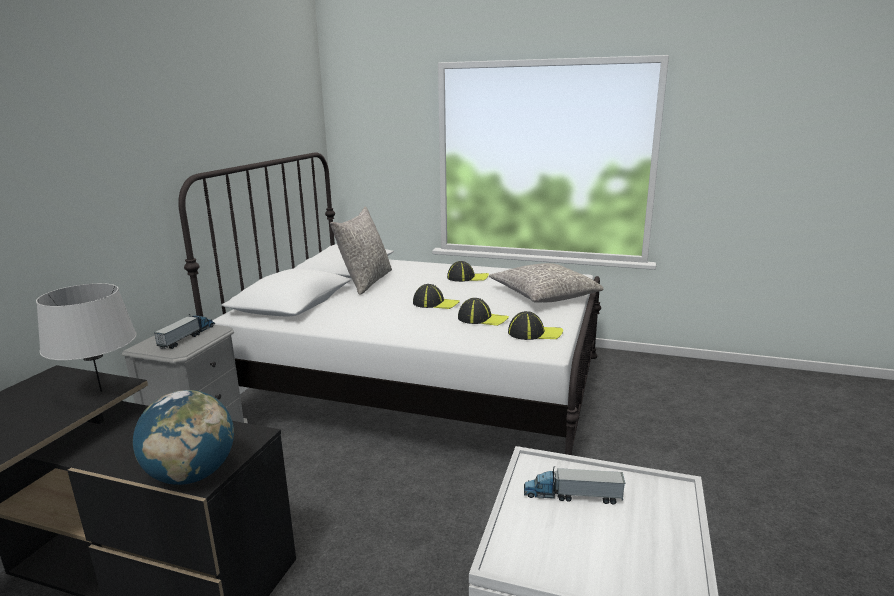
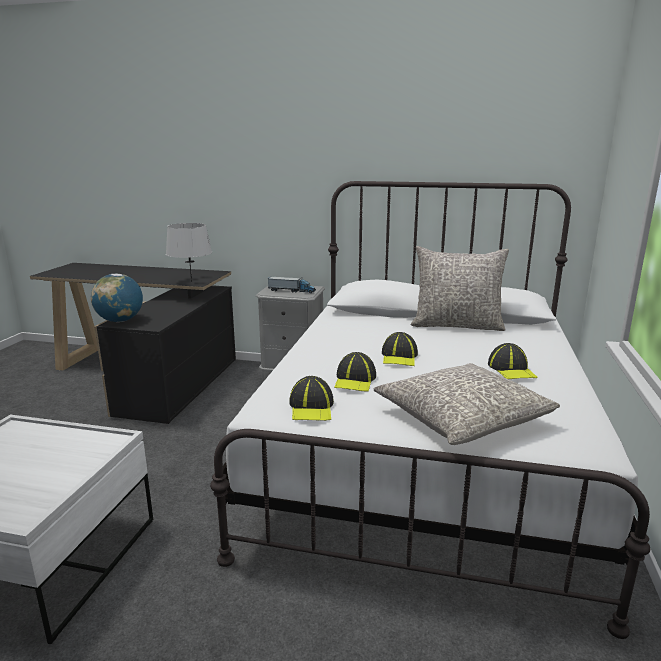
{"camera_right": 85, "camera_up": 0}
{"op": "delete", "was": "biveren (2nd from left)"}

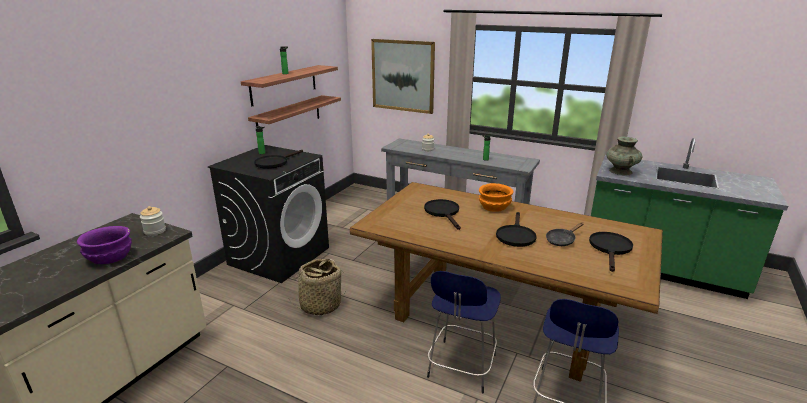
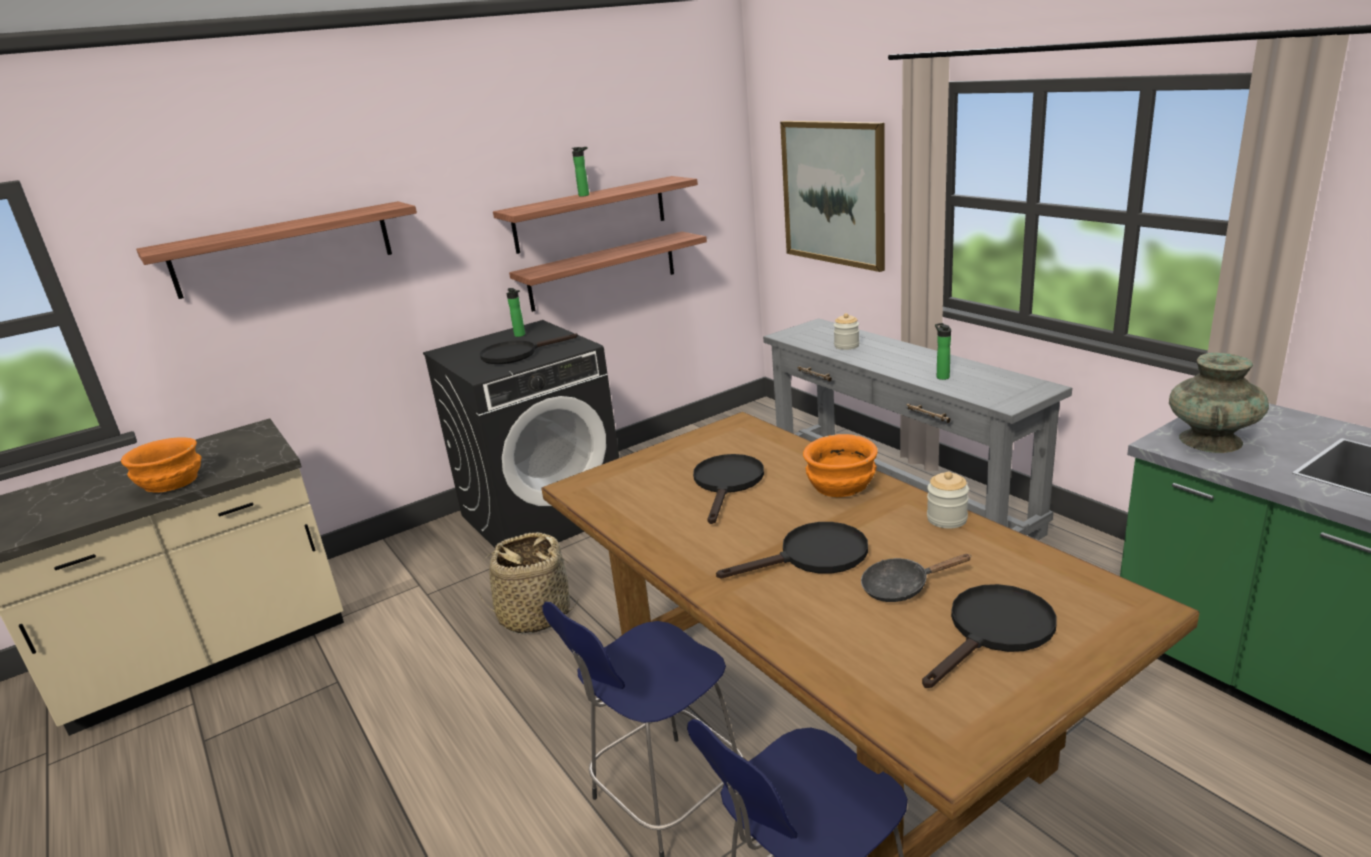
{"camera_right": 30, "camera_up": 0}
{"op": "insert", "now": "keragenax (1st from left)"}
{"op": "move", "was": "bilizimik (1st from left in the first image)", "now": "bilizimik (2nd from left)"}
{"op": "recolor", "was": "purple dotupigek", "now": "orange dotupigek (1st from left)"}
{"op": "rotate", "was": "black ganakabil (3rd from left)", "clockwise": -150}

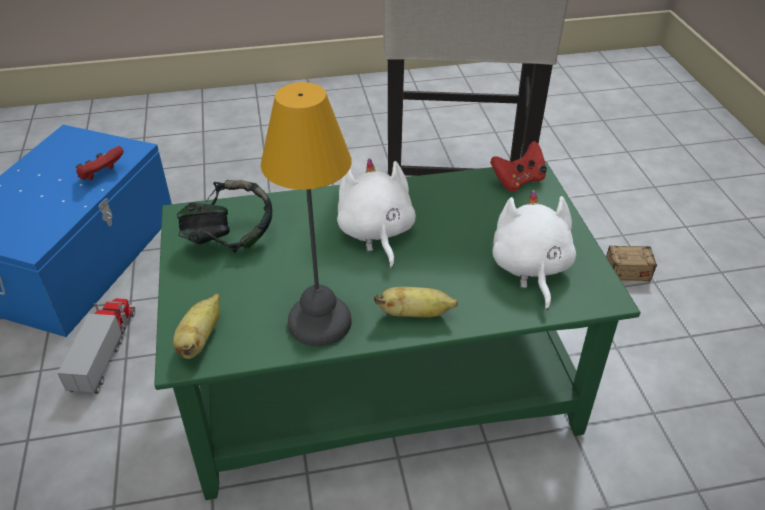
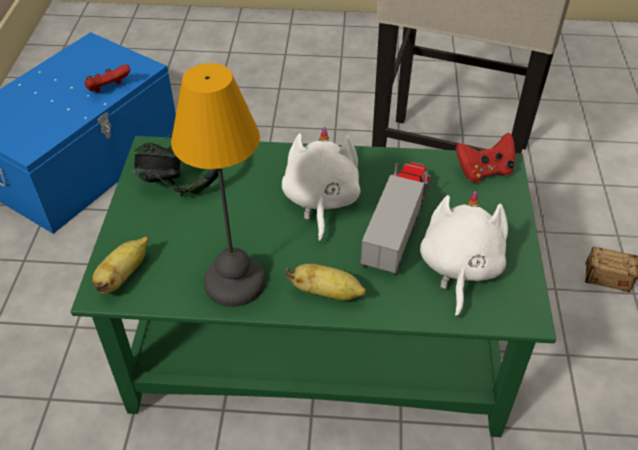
{"camera_right": 15, "camera_up": 5}
{"op": "move", "was": "biveren"}

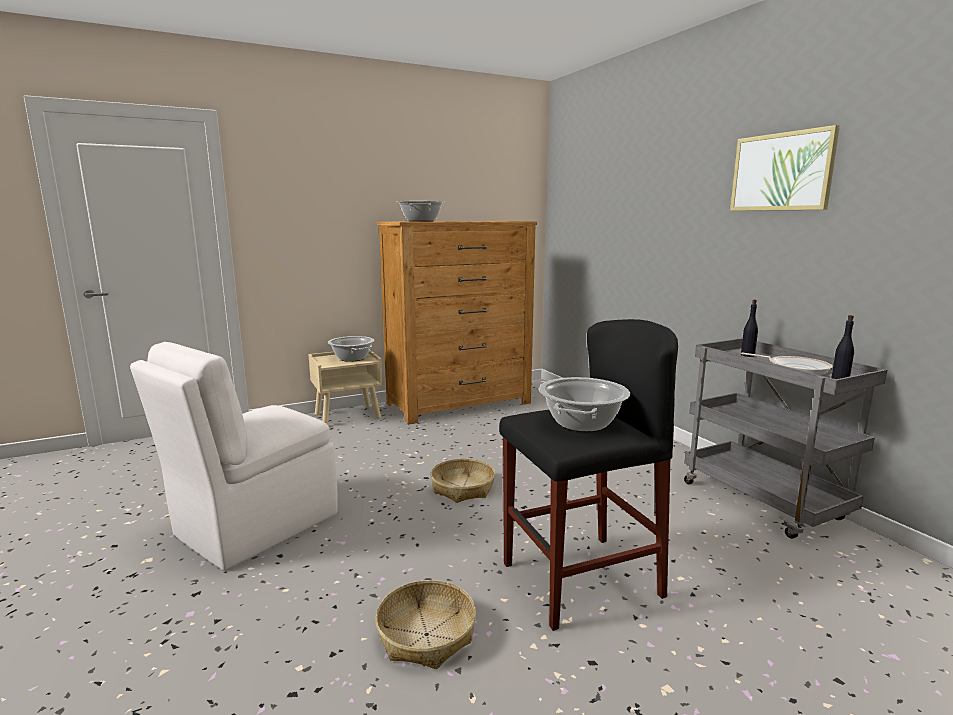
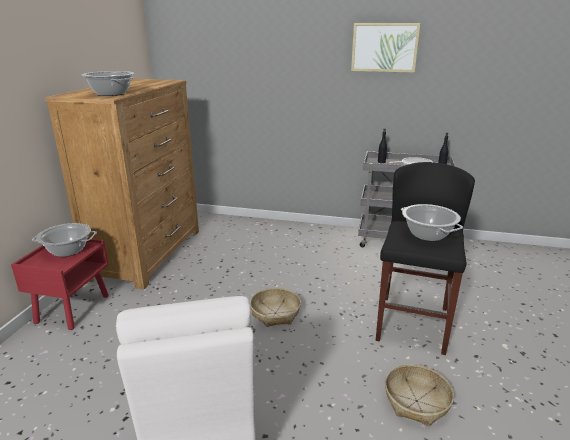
{"camera_right": -50, "camera_up": 10}
{"op": "recolor", "was": "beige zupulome", "now": "red zupulome"}

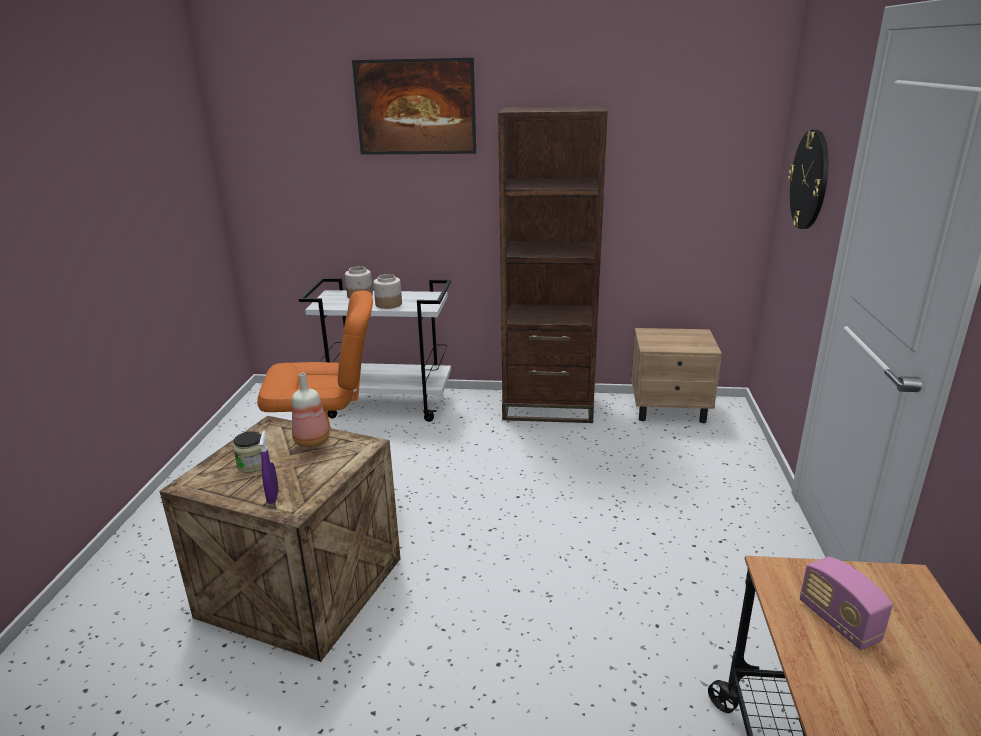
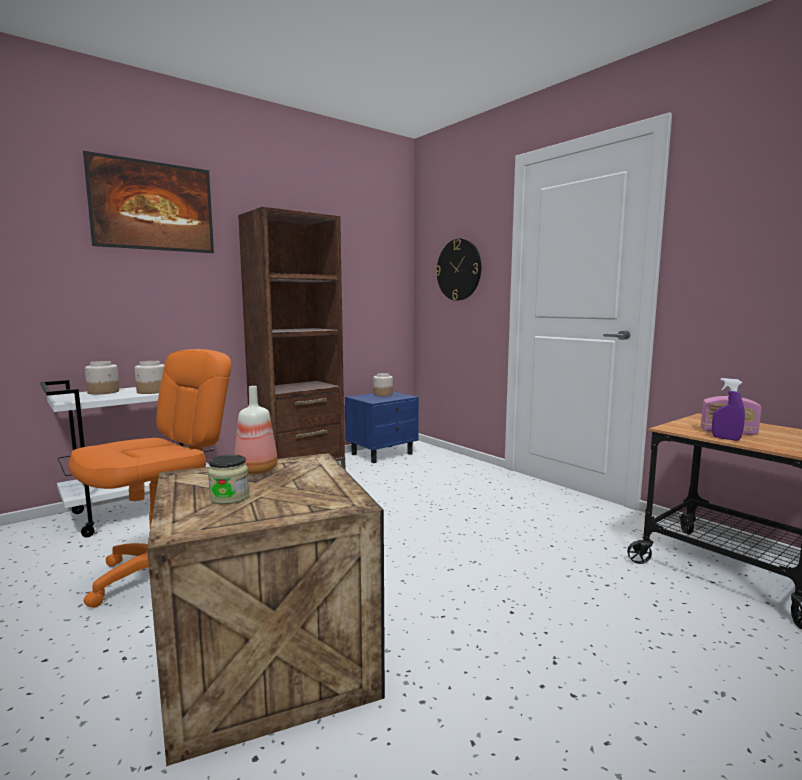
{"camera_right": -45, "camera_up": -15}
{"op": "insert", "now": "bilizimik (4th from left)"}
{"op": "move", "was": "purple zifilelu"}
{"op": "recolor", "was": "beige zupulome", "now": "blue zupulome"}

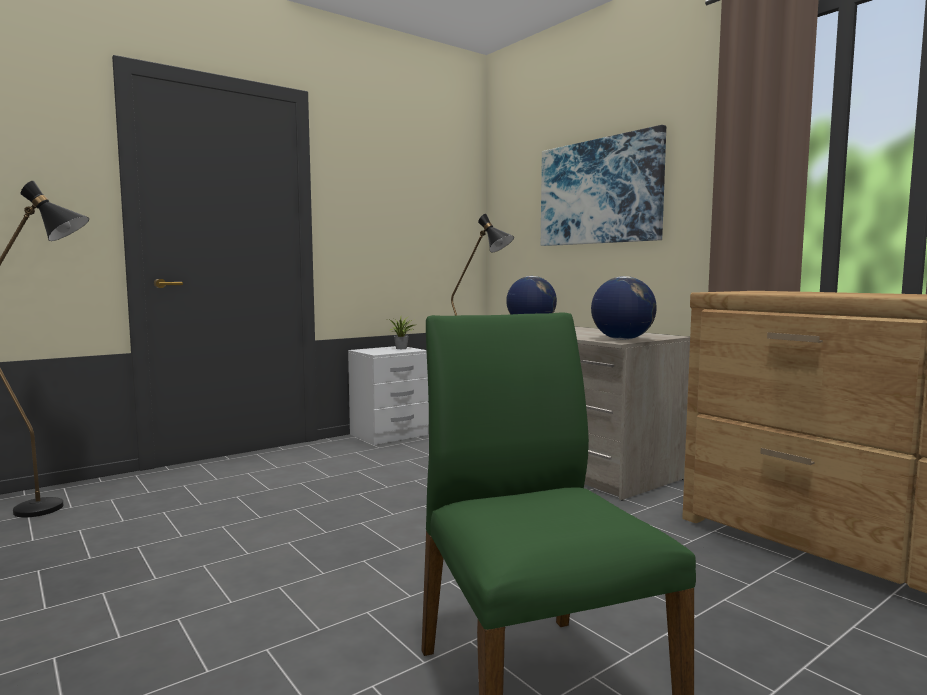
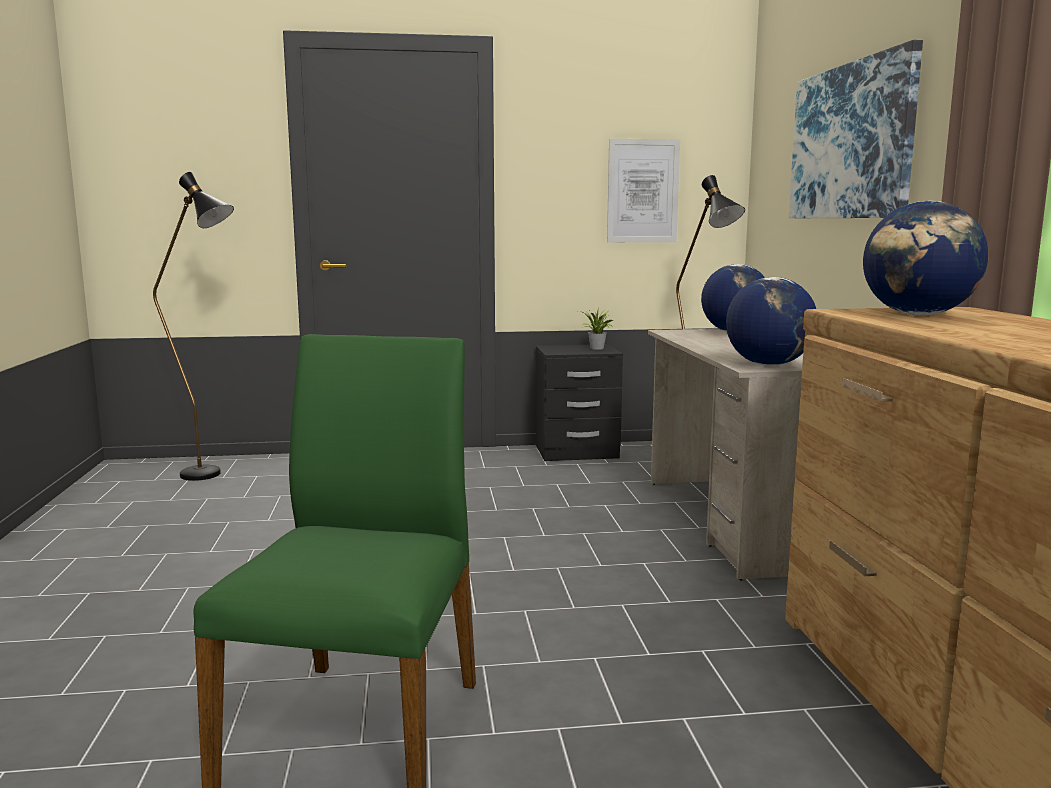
{"camera_right": 30, "camera_up": 5}
{"op": "insert", "now": "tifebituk (1st from left)"}
{"op": "insert", "now": "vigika (3rd from left)"}
{"op": "recolor", "was": "white zupulome", "now": "black zupulome"}

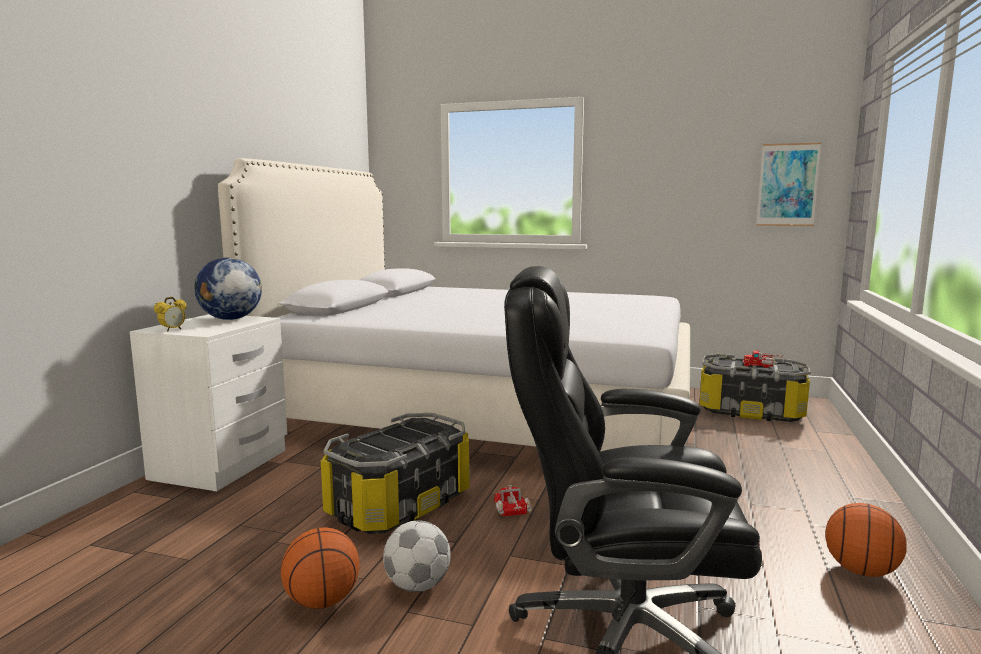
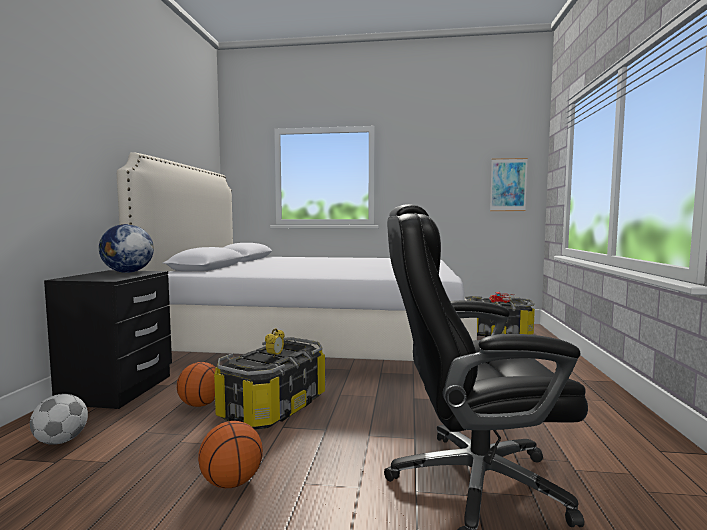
{"camera_right": -10, "camera_up": -5}
{"op": "delete", "was": "biveren (1st from left)"}
{"op": "move", "was": "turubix"}
{"op": "move", "was": "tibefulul"}
{"op": "move", "was": "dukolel (2nd from left in the first image)", "now": "dukolel (1st from left)"}
{"op": "recolor", "was": "white zupulome", "now": "black zupulome"}

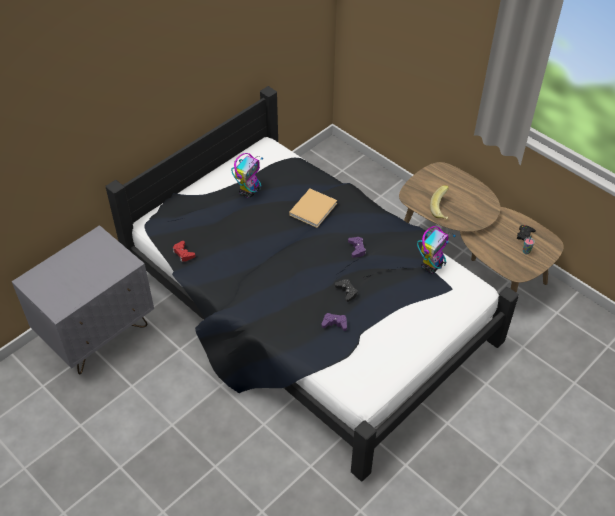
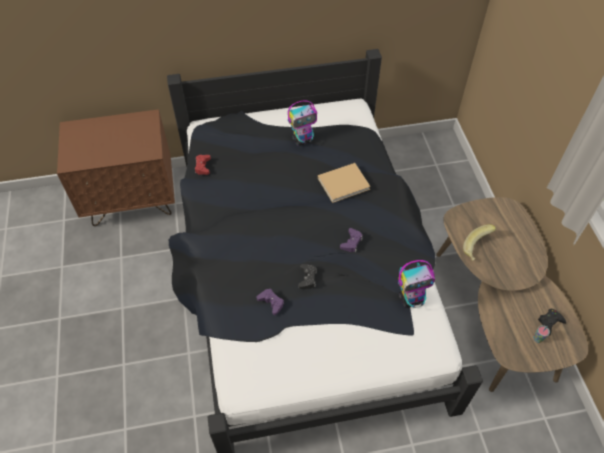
{"camera_right": 35, "camera_up": 5}
{"op": "recolor", "was": "grey zupulome", "now": "brown zupulome"}

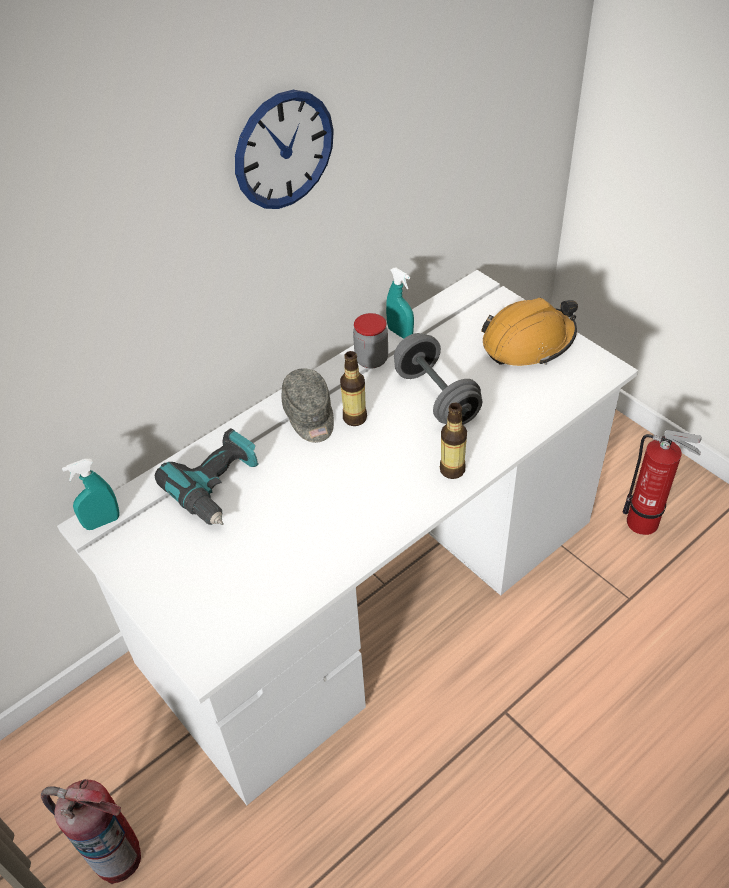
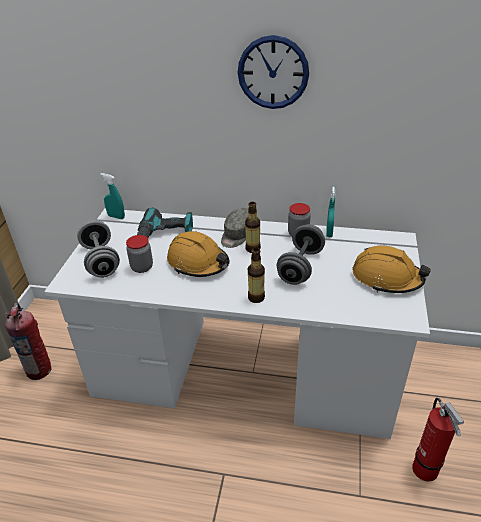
{"camera_right": 50, "camera_up": -10}
{"op": "insert", "now": "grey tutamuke (1st from left)"}
{"op": "insert", "now": "bilizimik (1st from left)"}
{"op": "insert", "now": "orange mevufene (1st from left)"}

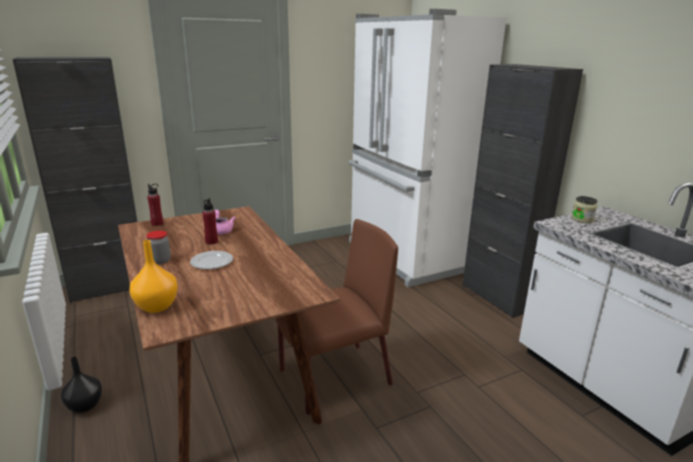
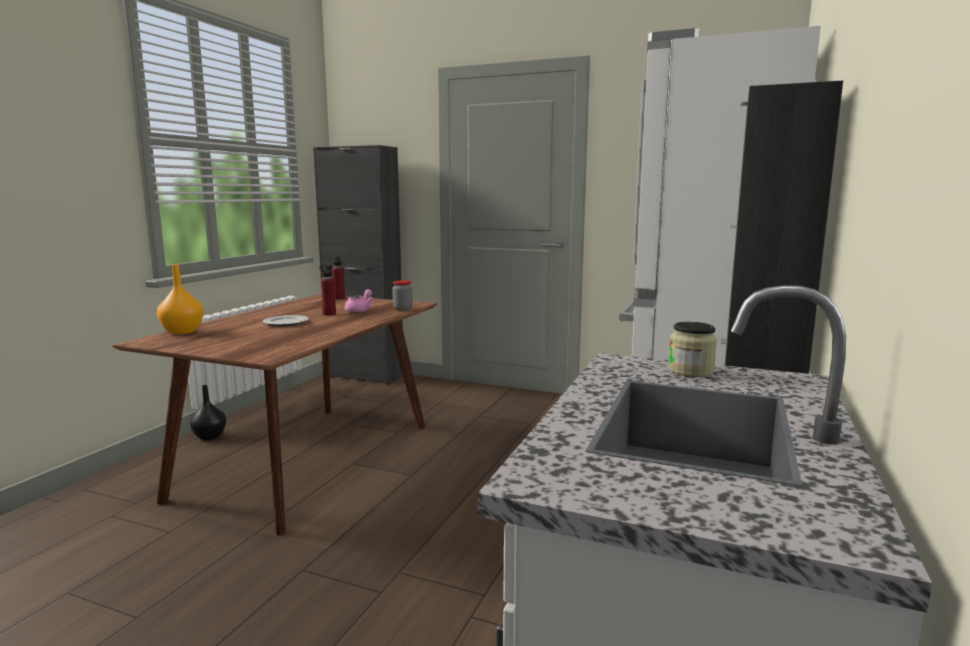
{"camera_right": 50, "camera_up": -10}
{"op": "delete", "was": "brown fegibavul"}
{"op": "move", "was": "bilizimik (1st from left)"}

